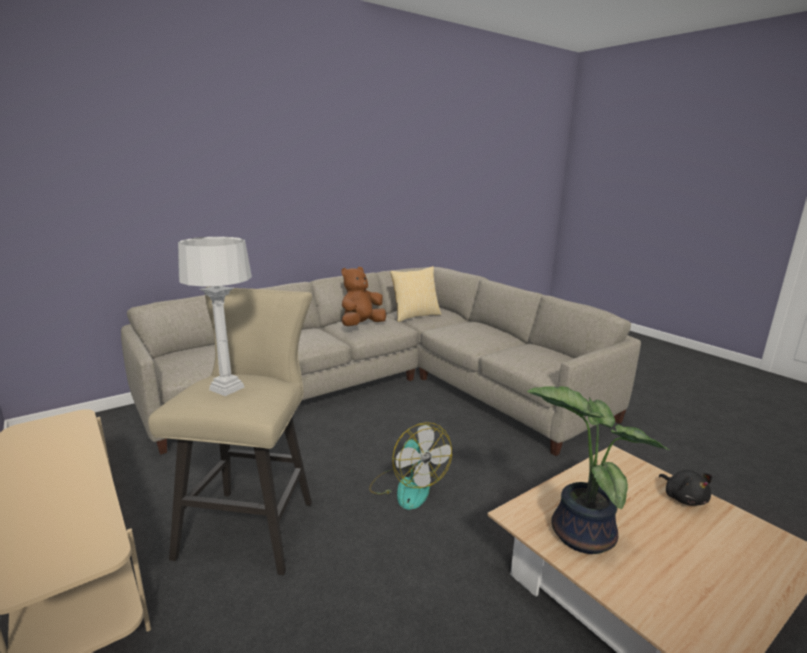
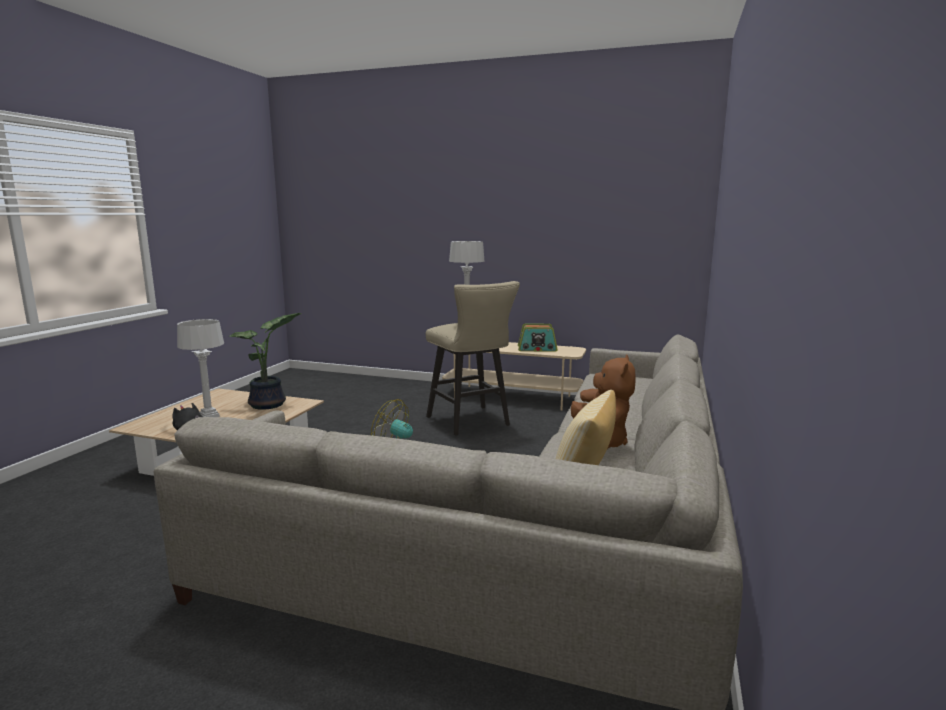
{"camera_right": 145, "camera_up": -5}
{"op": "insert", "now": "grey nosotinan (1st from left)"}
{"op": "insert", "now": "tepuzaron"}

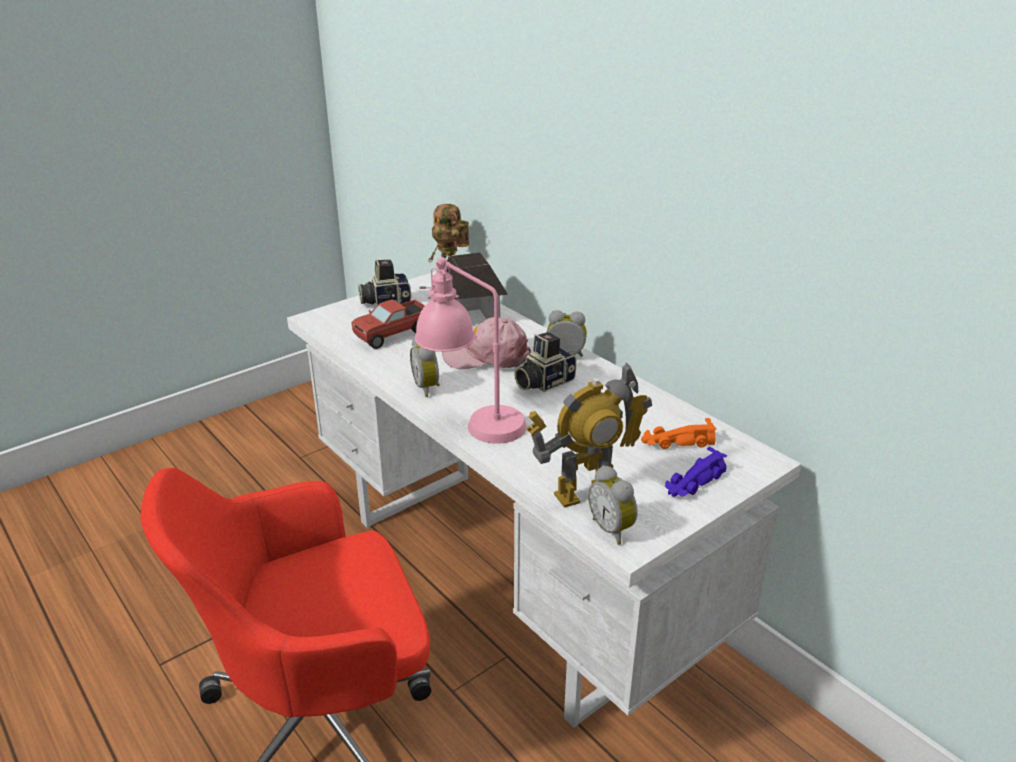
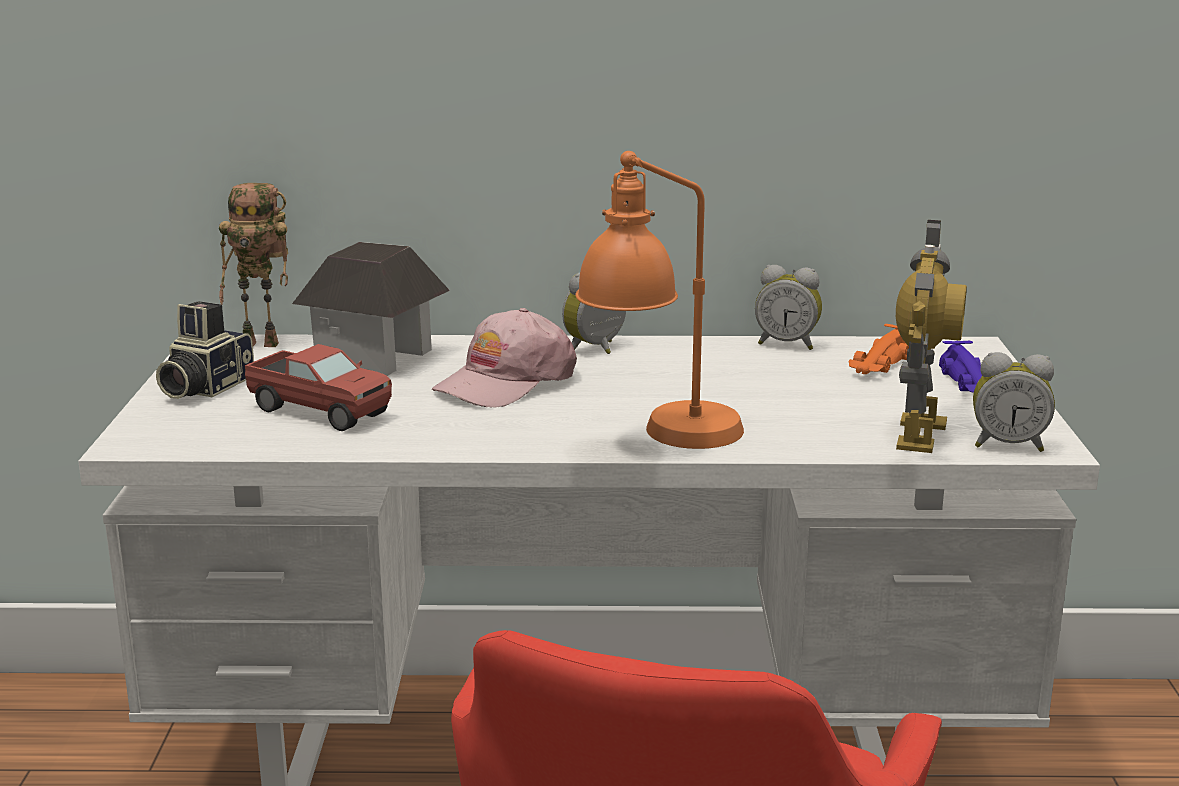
{"camera_right": -50, "camera_up": -10}
{"op": "delete", "was": "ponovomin (2nd from left)"}
{"op": "move", "was": "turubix (1st from left in the first image)", "now": "turubix (2nd from left)"}
{"op": "recolor", "was": "pink nosotinan", "now": "orange nosotinan"}
{"op": "rotate", "was": "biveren", "clockwise": -60}

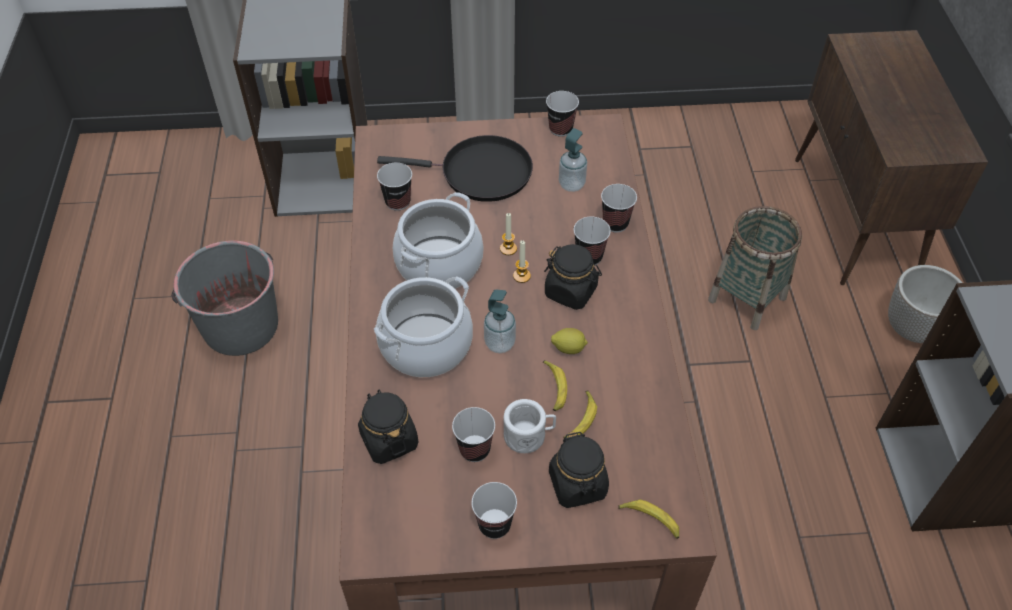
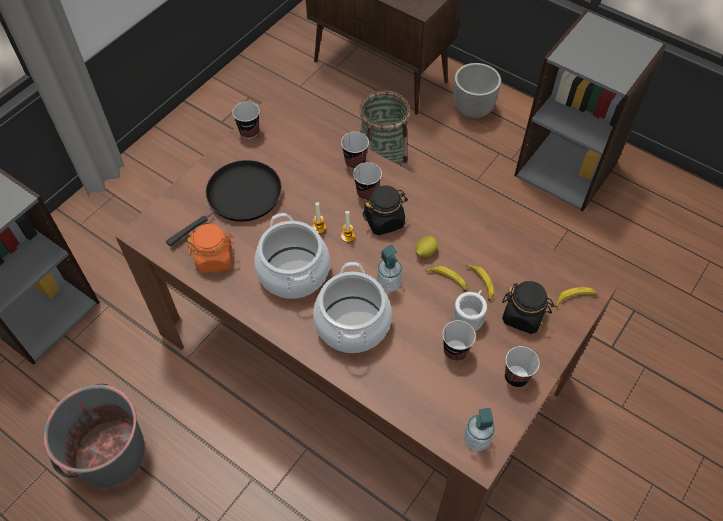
{"camera_right": -50, "camera_up": 5}
{"op": "delete", "was": "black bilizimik (1st from left)"}
{"op": "move", "was": "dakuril (2nd from left)"}
{"op": "replace", "was": "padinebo (1st from left)", "now": "orange bilizimik"}

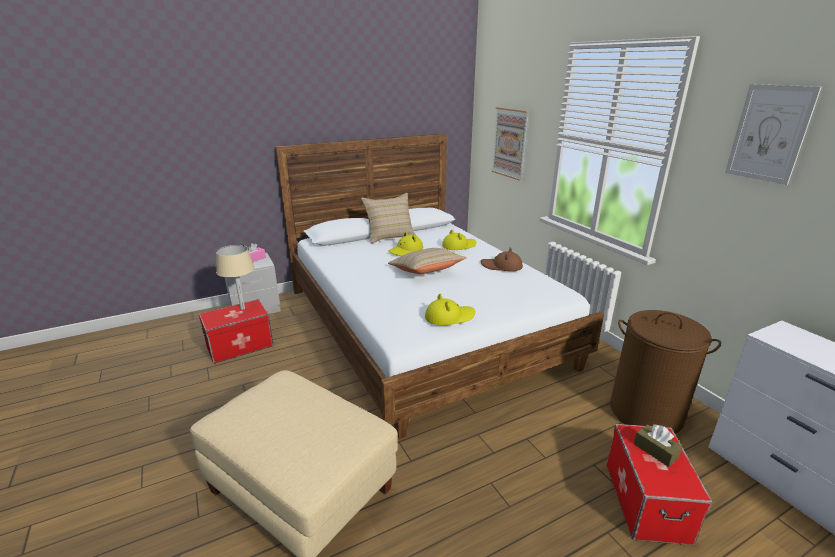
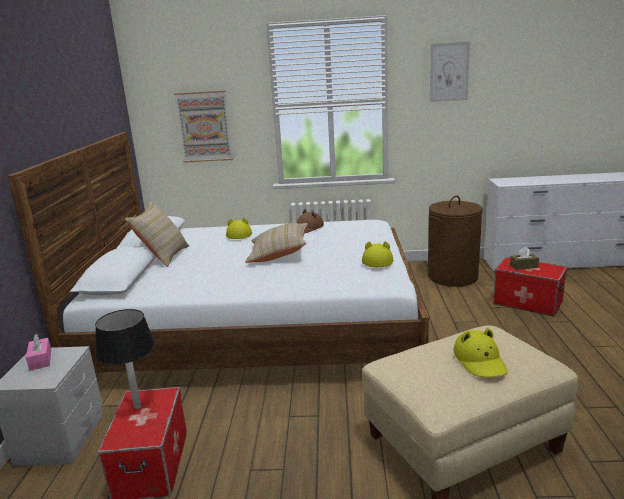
{"camera_right": -60, "camera_up": -5}
{"op": "move", "was": "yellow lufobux (1st from left in the first image)", "now": "yellow lufobux (3rd from left)"}
{"op": "recolor", "was": "beige nosotinan", "now": "black nosotinan"}

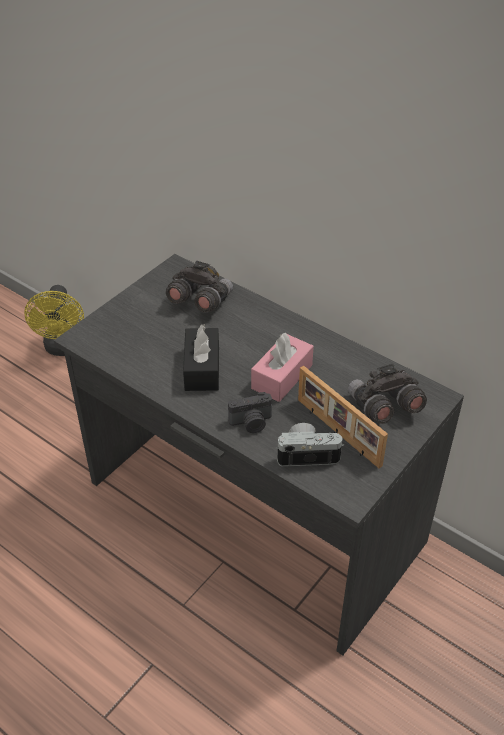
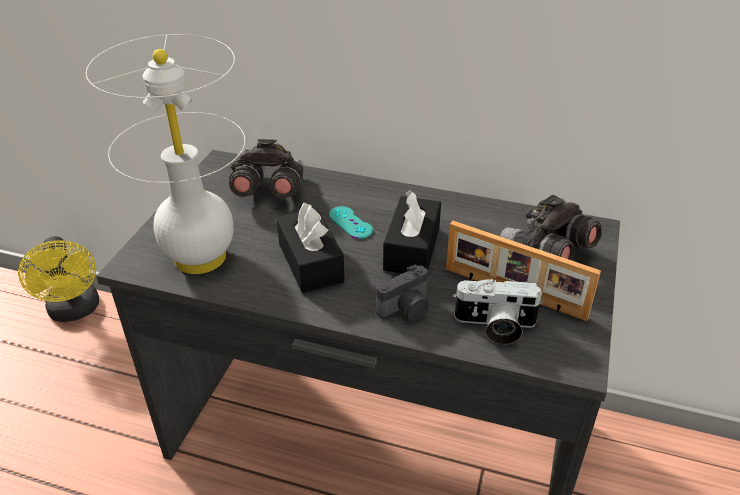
{"camera_right": -20, "camera_up": -5}
{"op": "insert", "now": "white nosotinan"}
{"op": "insert", "now": "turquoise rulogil"}
{"op": "recolor", "was": "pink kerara", "now": "black kerara (2nd from left)"}
{"op": "rotate", "was": "ponovomin (2nd from left)", "clockwise": -150}

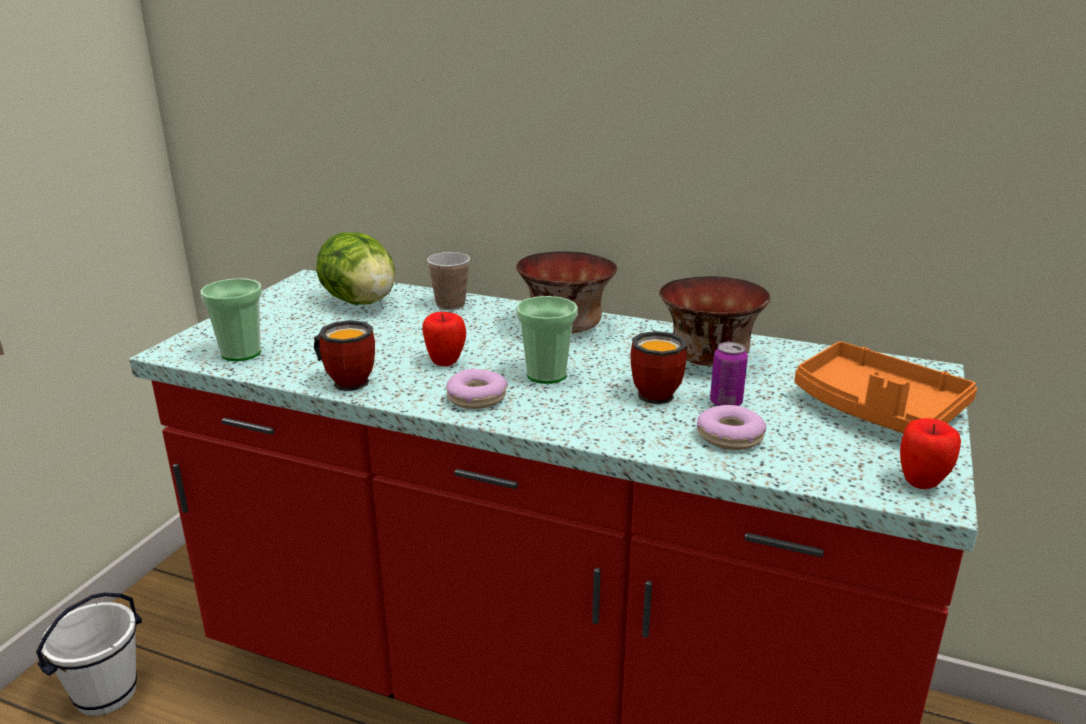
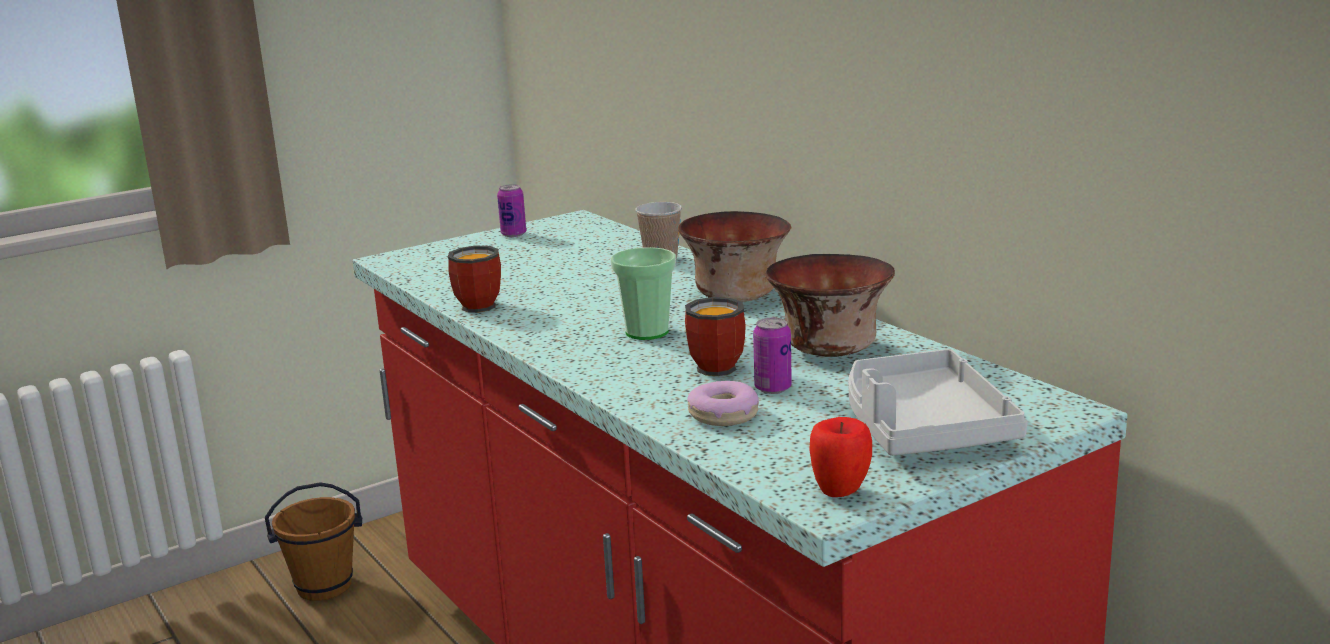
{"camera_right": 35, "camera_up": -5}
{"op": "delete", "was": "padinebo (1st from left)"}
{"op": "delete", "was": "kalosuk"}
{"op": "delete", "was": "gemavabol (1st from left)"}
{"op": "delete", "was": "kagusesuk (1st from left)"}
{"op": "insert", "now": "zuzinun (1st from left)"}
{"op": "recolor", "was": "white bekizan", "now": "brown bekizan"}
{"op": "recolor", "was": "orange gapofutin", "now": "grey gapofutin"}

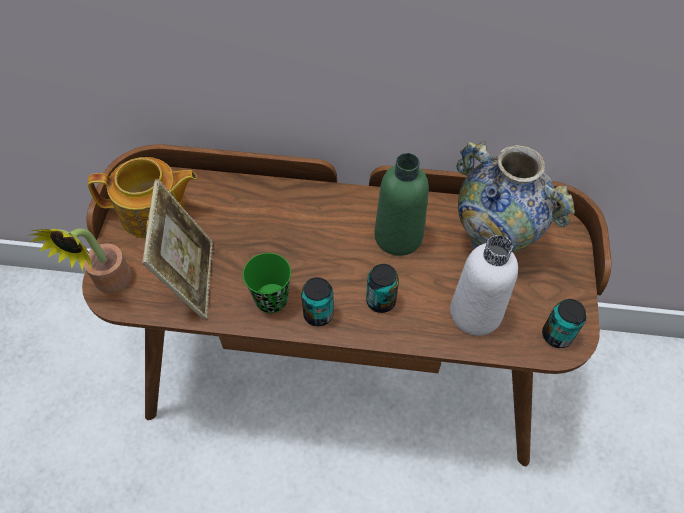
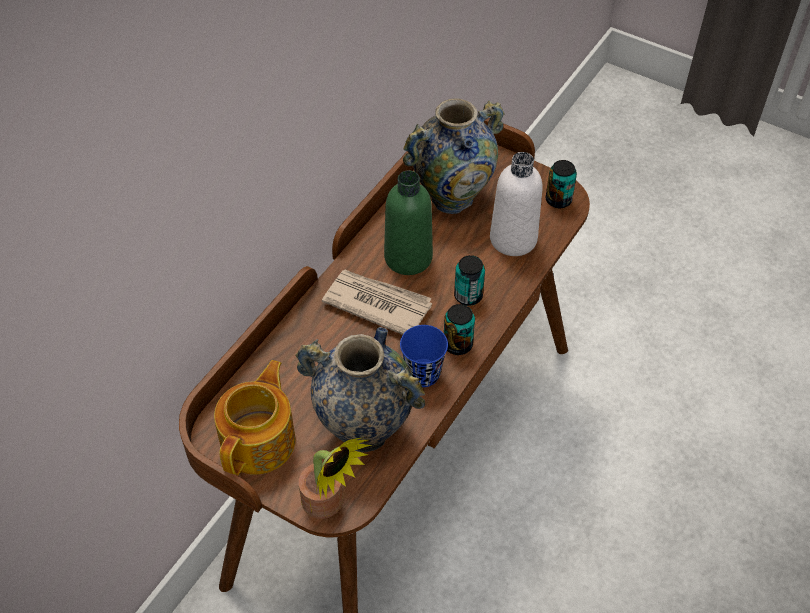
{"camera_right": -65, "camera_up": -5}
{"op": "insert", "now": "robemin"}
{"op": "replace", "was": "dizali", "now": "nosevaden (1st from left)"}
{"op": "recolor", "was": "green padinebo", "now": "blue padinebo"}

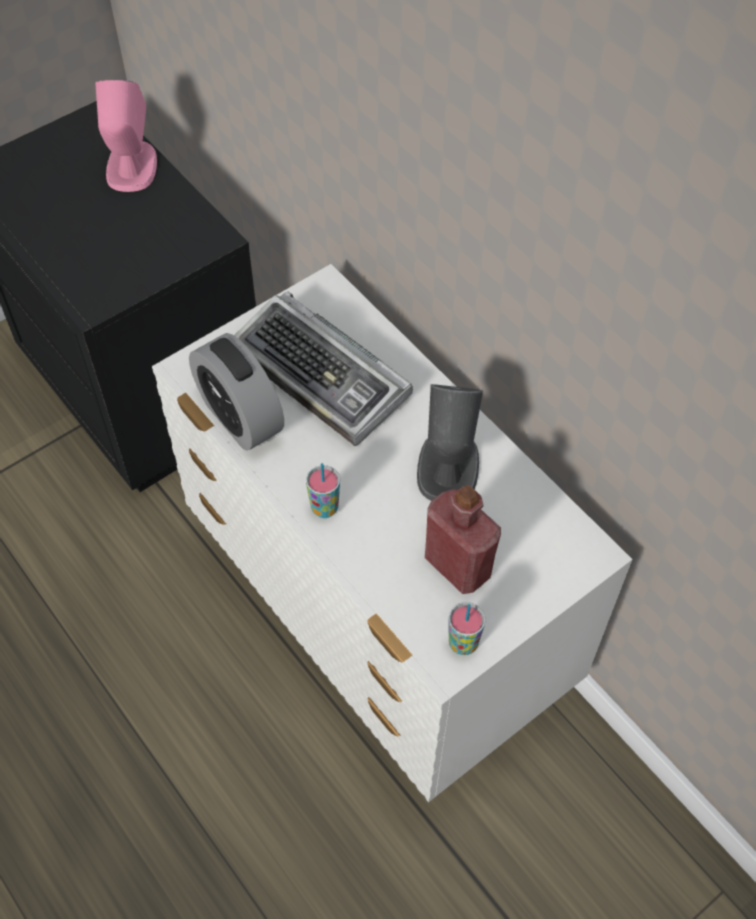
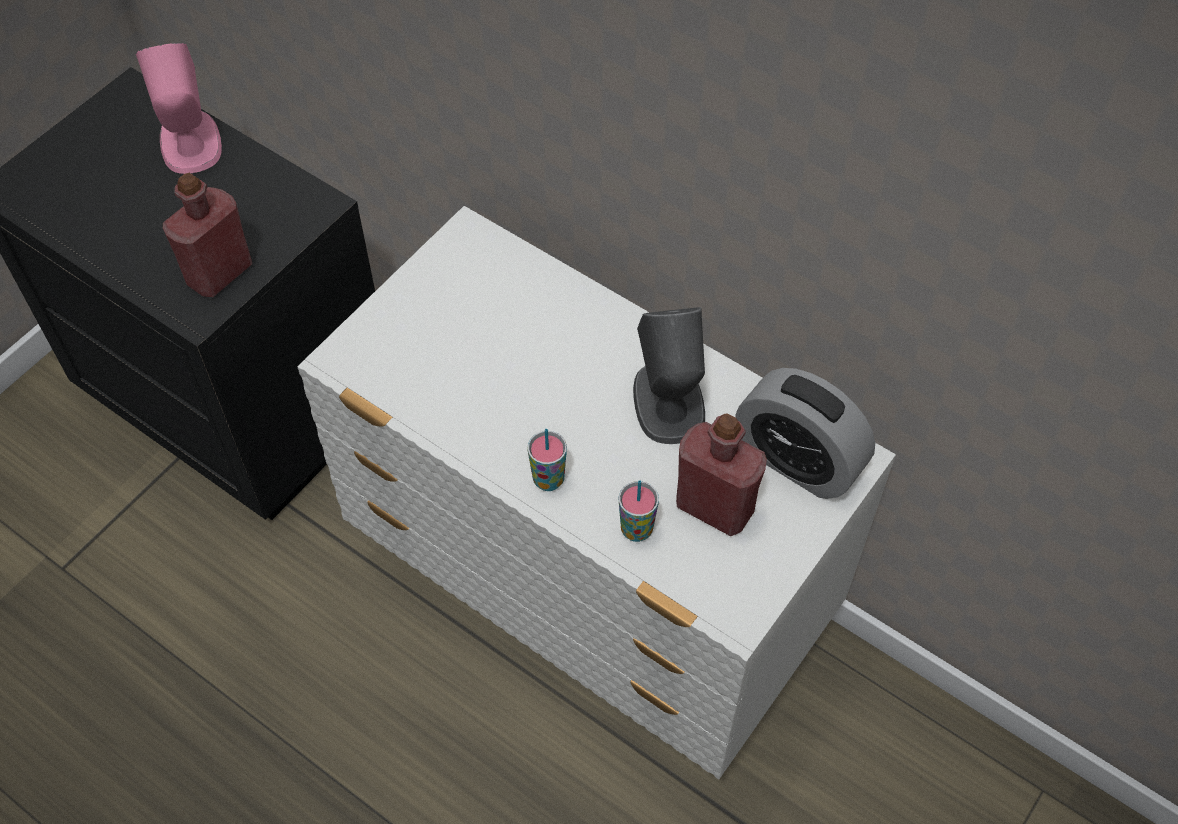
{"camera_right": -15, "camera_up": 0}
{"op": "delete", "was": "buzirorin"}
{"op": "insert", "now": "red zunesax (1st from left)"}
{"op": "move", "was": "turubix"}
{"op": "move", "was": "padinebo (2nd from left)"}

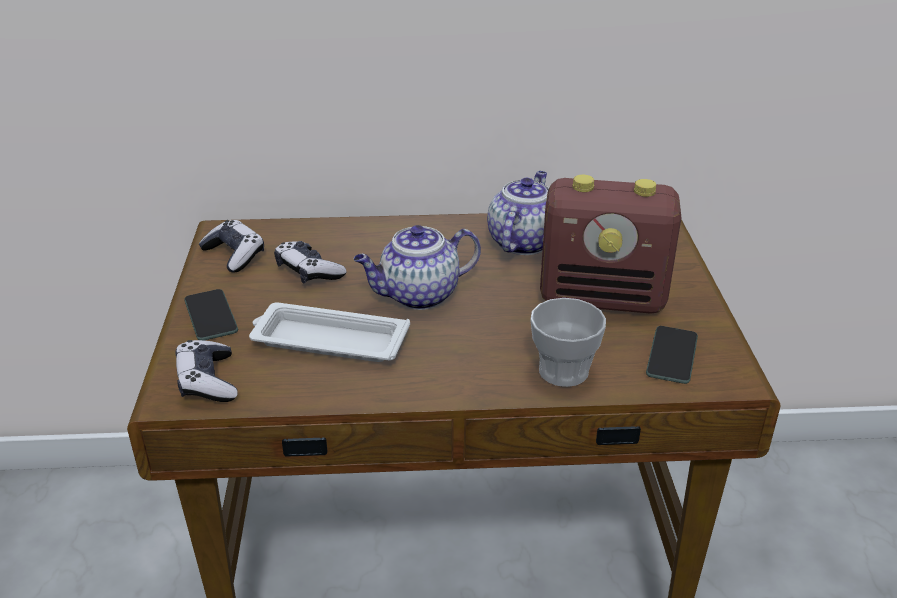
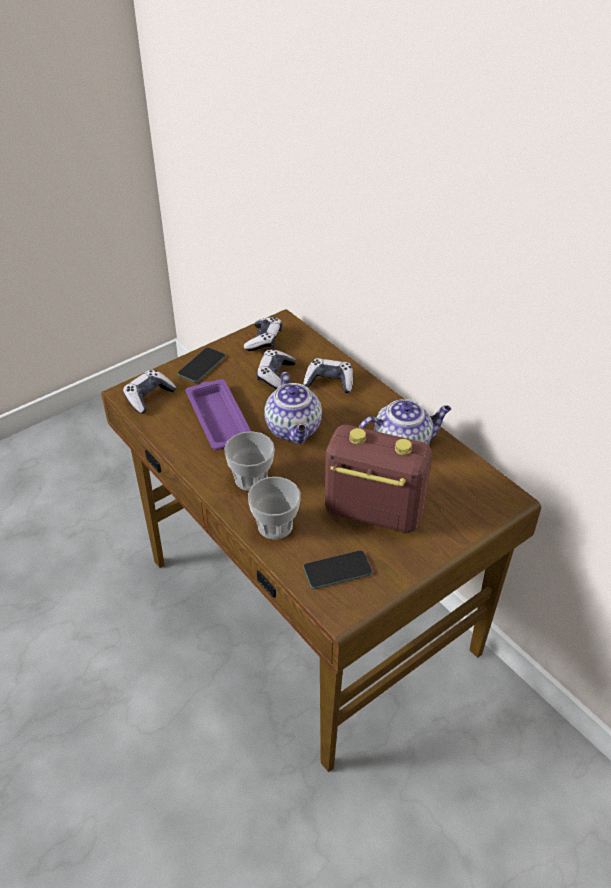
{"camera_right": 55, "camera_up": 10}
{"op": "insert", "now": "padinebo (1st from left)"}
{"op": "insert", "now": "rulogil (4th from left)"}
{"op": "recolor", "was": "white gapofutin", "now": "purple gapofutin"}
{"op": "rotate", "was": "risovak (1st from left)", "clockwise": -135}
{"op": "rotate", "was": "tepuzaron", "clockwise": 135}

